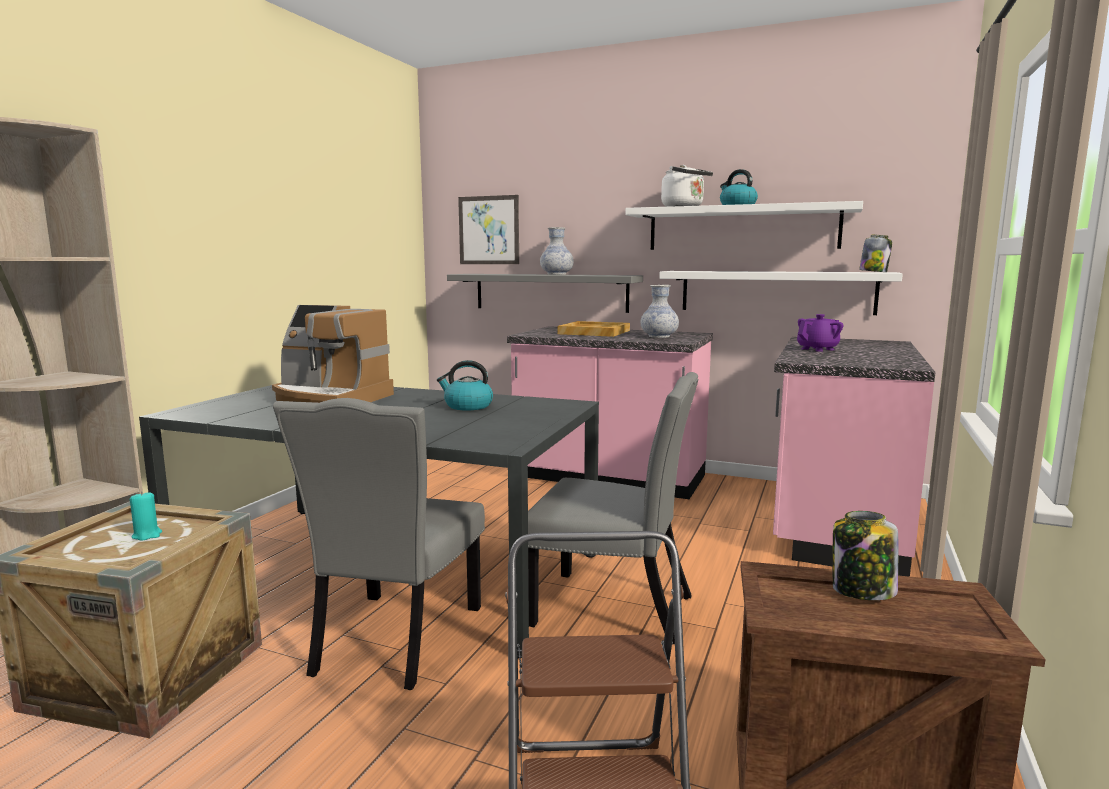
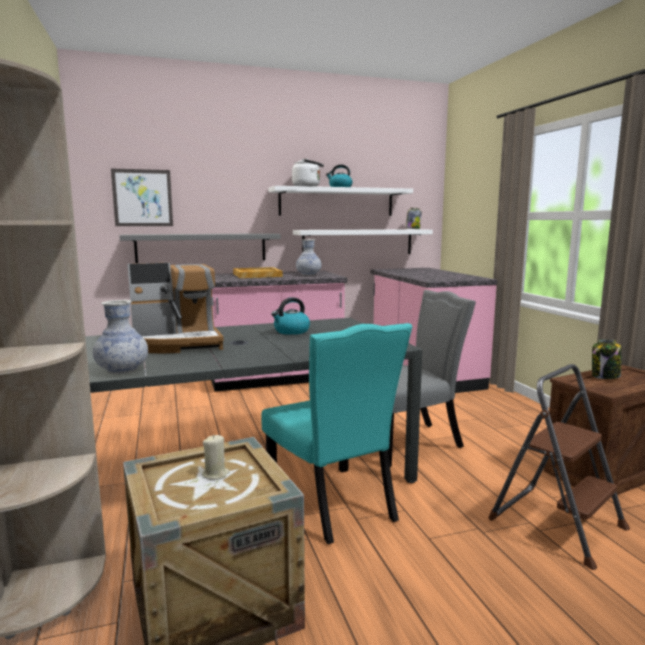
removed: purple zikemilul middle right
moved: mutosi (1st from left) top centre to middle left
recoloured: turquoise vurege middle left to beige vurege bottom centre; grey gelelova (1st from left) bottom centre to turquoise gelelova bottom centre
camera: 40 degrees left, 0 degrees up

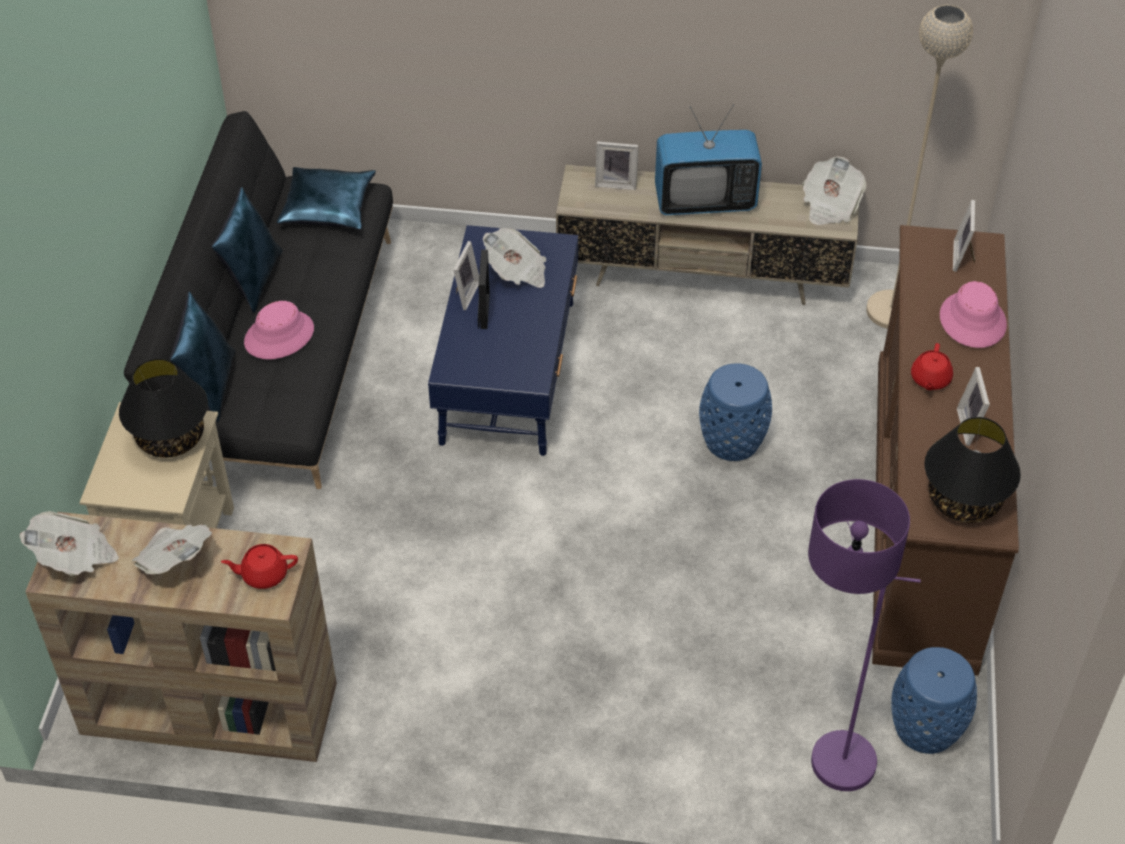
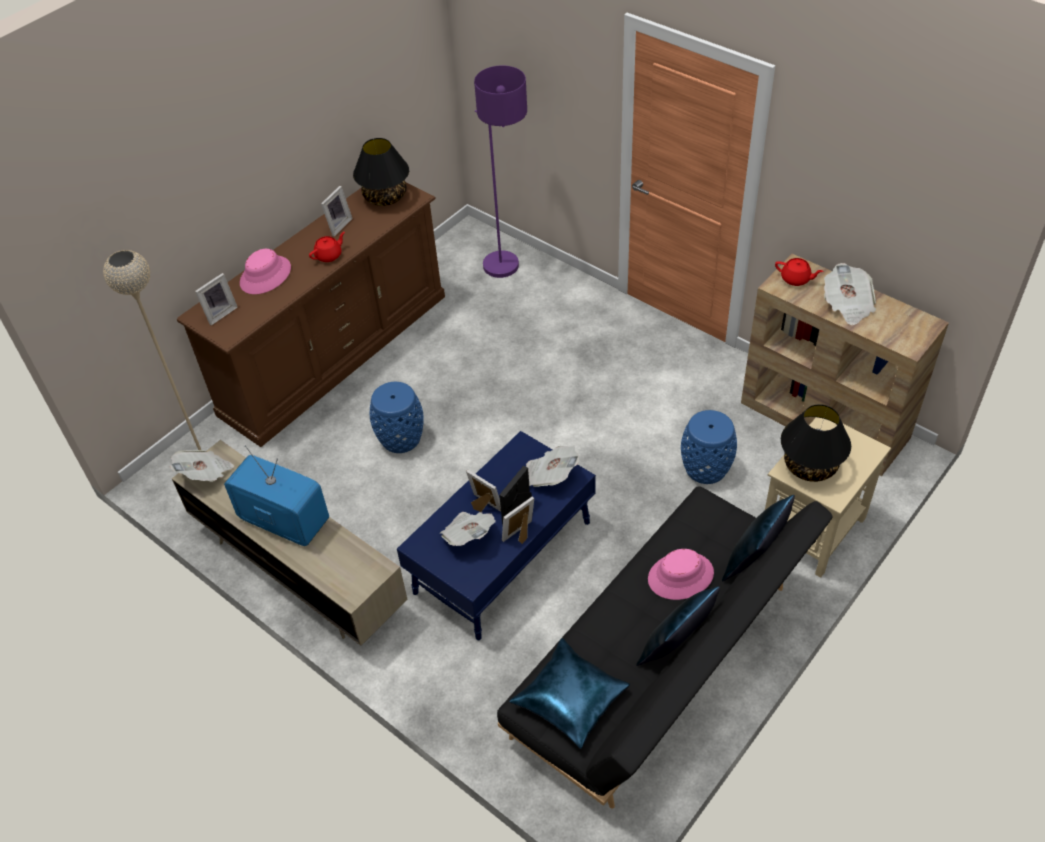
moved: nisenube (1st from left in the first image) middle left to nisenube (3rd from left) centre; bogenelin (3rd from left) top centre to centre; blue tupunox (2nd from left) bottom right to middle right
camera: 145 degrees left, 0 degrees up

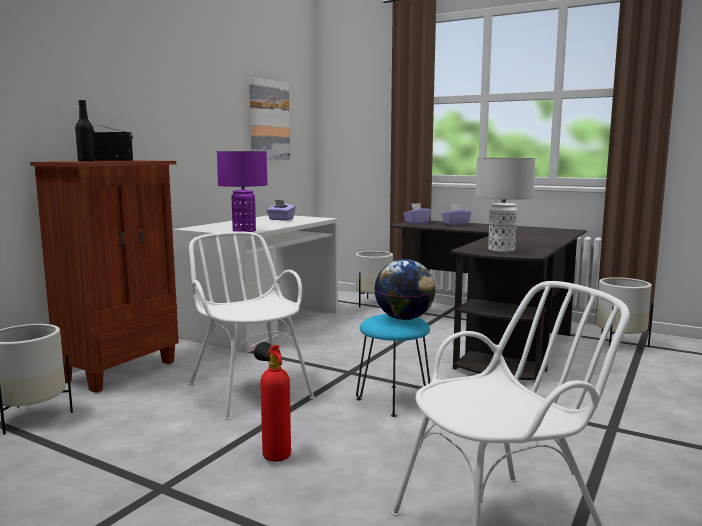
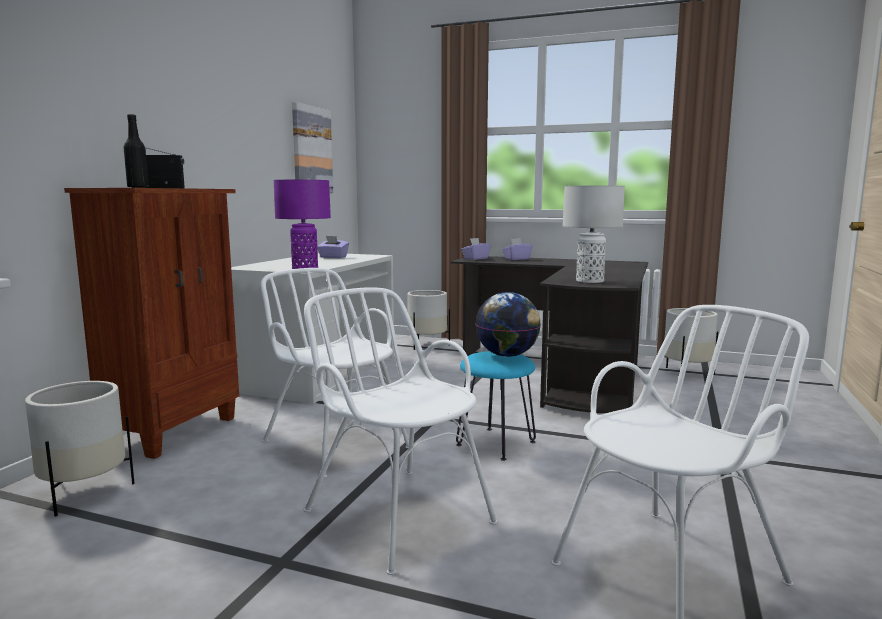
replaced: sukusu bottom centre to white gelelova (2nd from left) bottom centre
camera: 10 degrees left, 0 degrees up

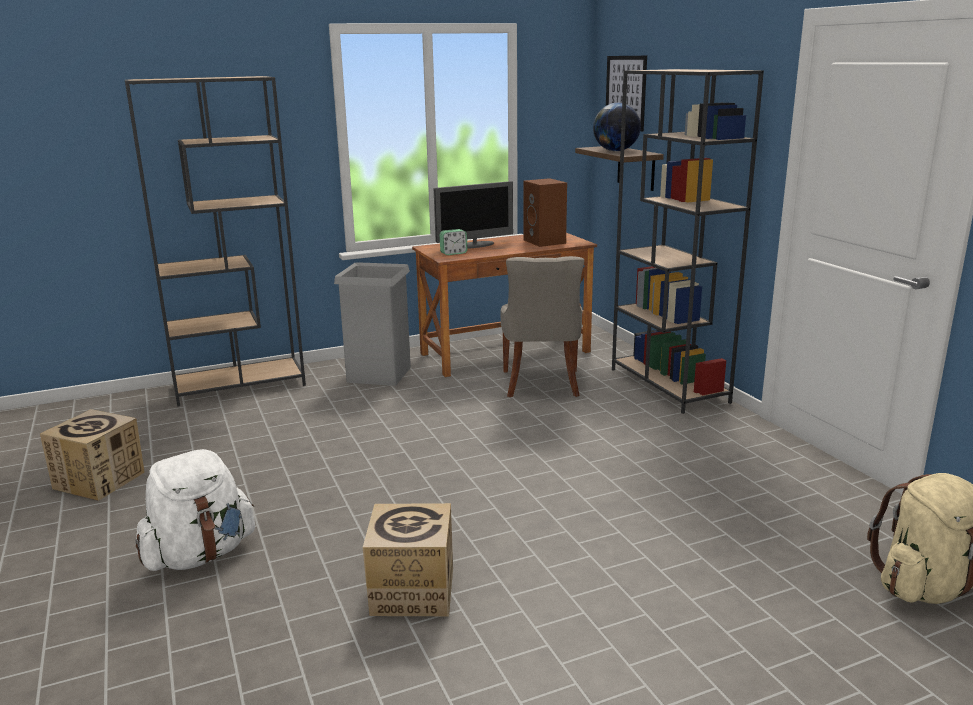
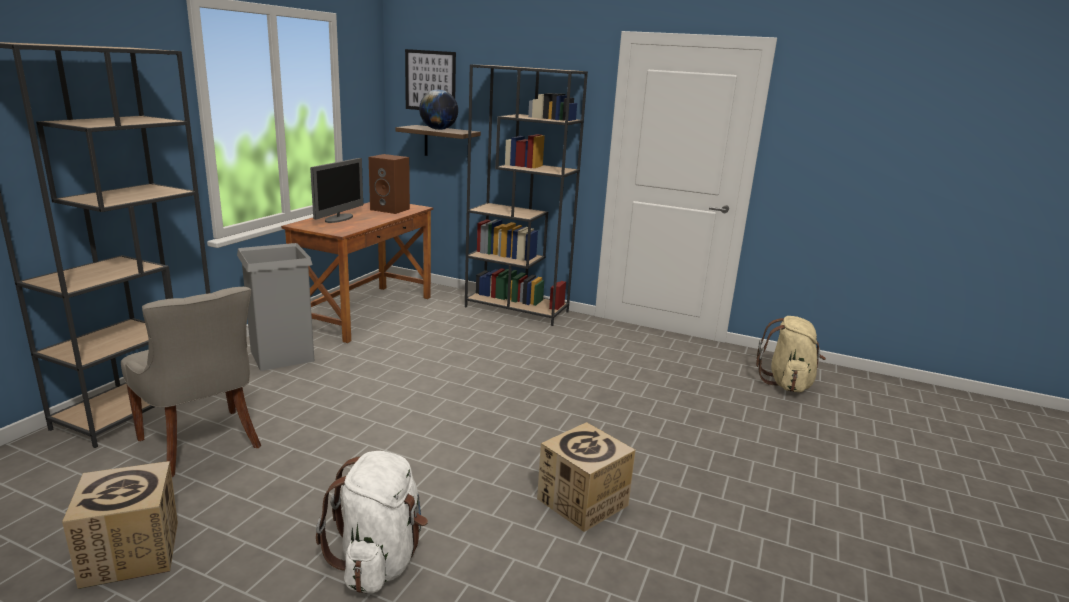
removed: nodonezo centre
moved: grey gelelova centre to middle left
camera: 45 degrees left, 0 degrees up

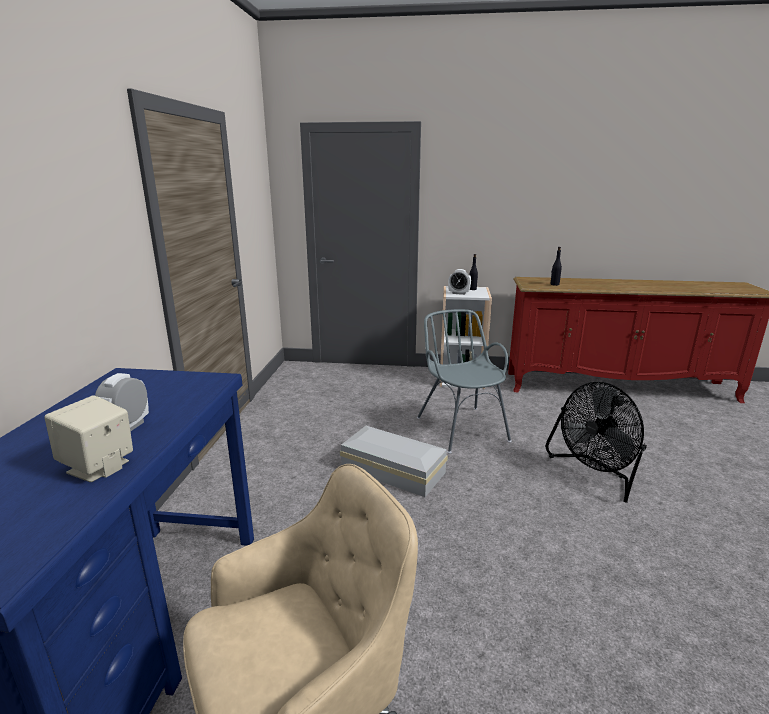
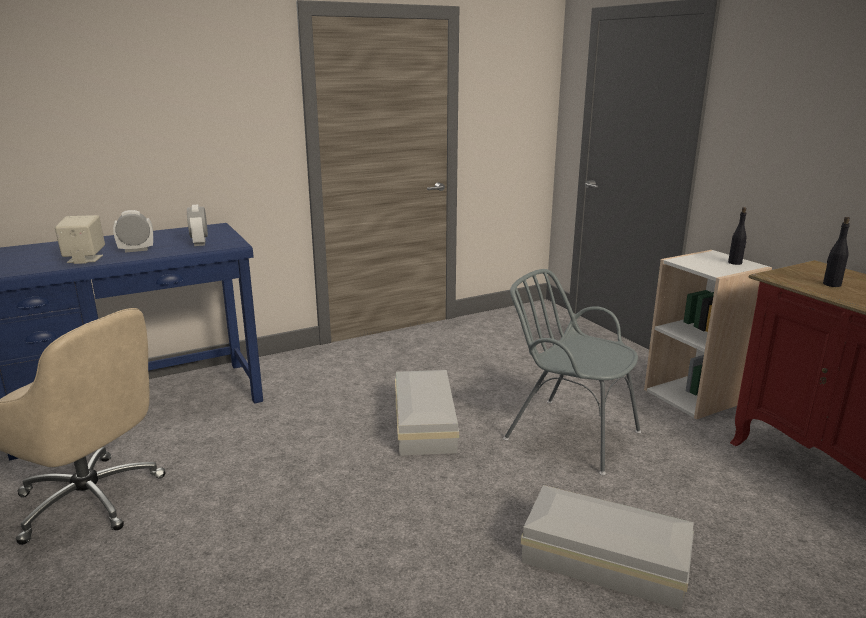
moved: nodonezo (2nd from left) centre to middle left
replaced: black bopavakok middle right to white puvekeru (2nd from left) bottom right
turned: grey gelelova centre = centre 90 degrees counterclockwise
camera: 55 degrees right, 0 degrees up

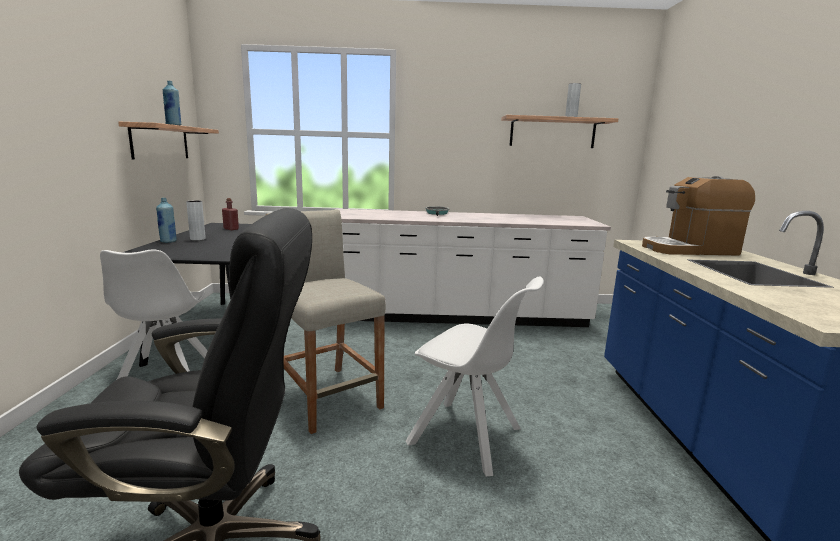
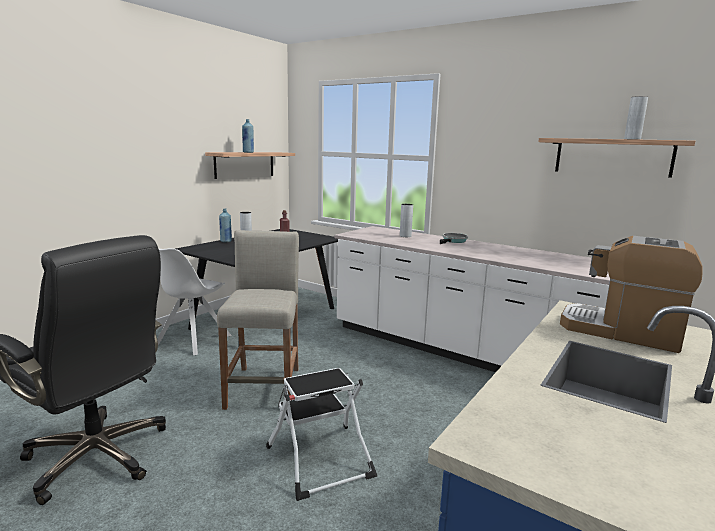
added: grey mutosi (2nd from left) centre
replaced: white gelelova (2nd from left) bottom centre to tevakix bottom centre
camera: 35 degrees right, 0 degrees up

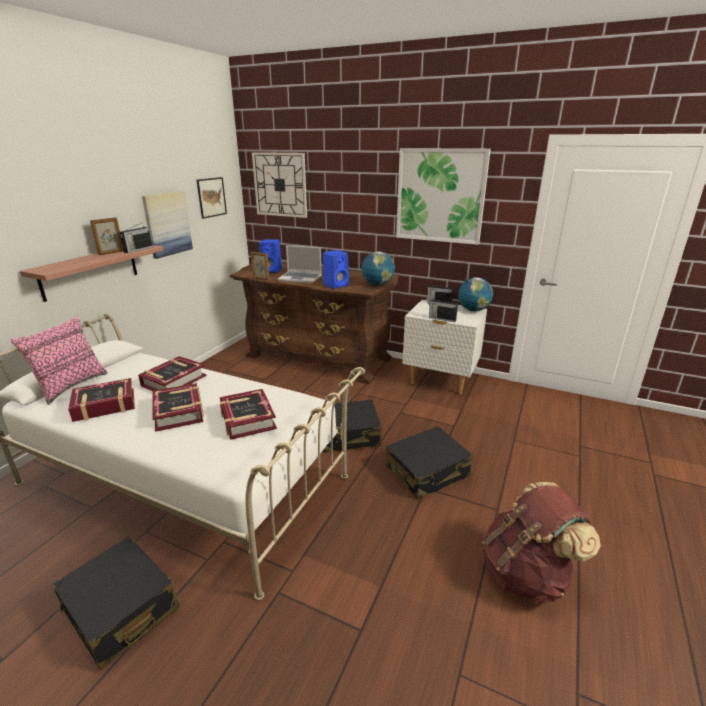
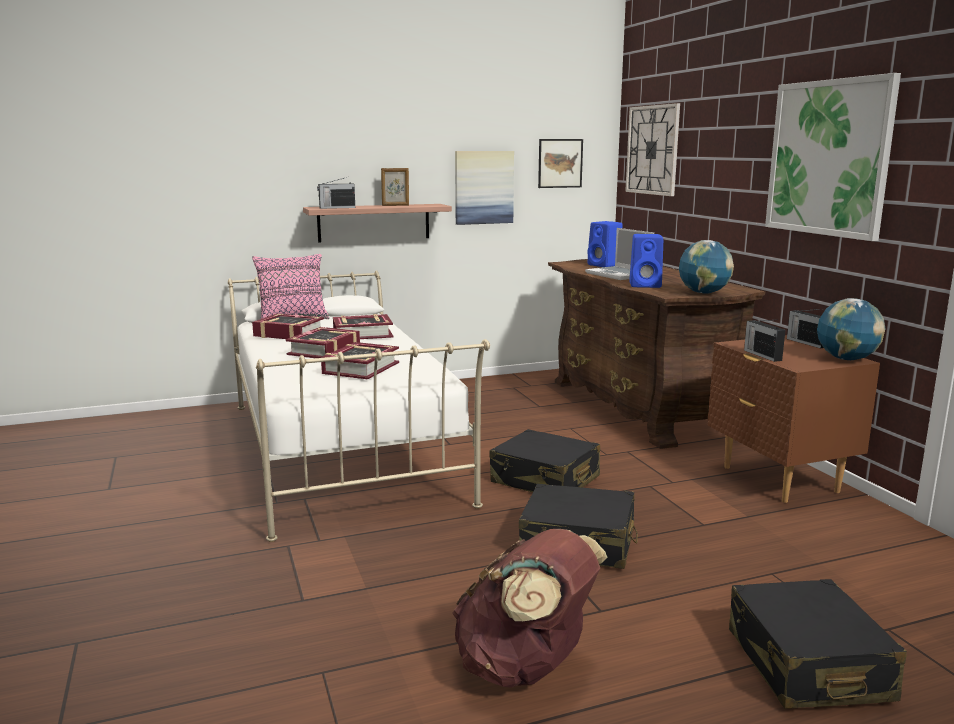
removed: bogenelin (2nd from left) centre
moved: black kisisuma (1st from left in the first image) bottom left to black kisisuma (3rd from left) bottom right; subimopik (1st from left) middle left to top centre
recoloured: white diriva centre to brown diriva middle right
camera: 45 degrees right, 10 degrees down

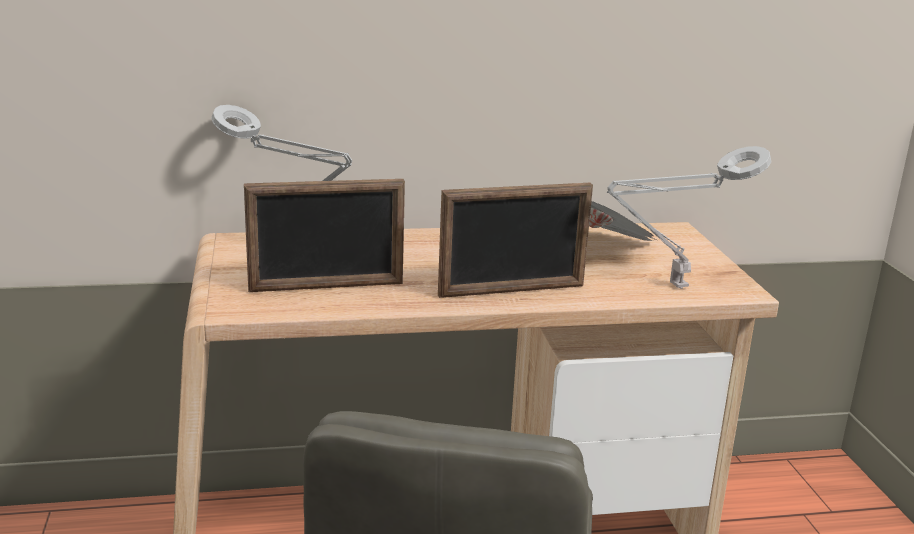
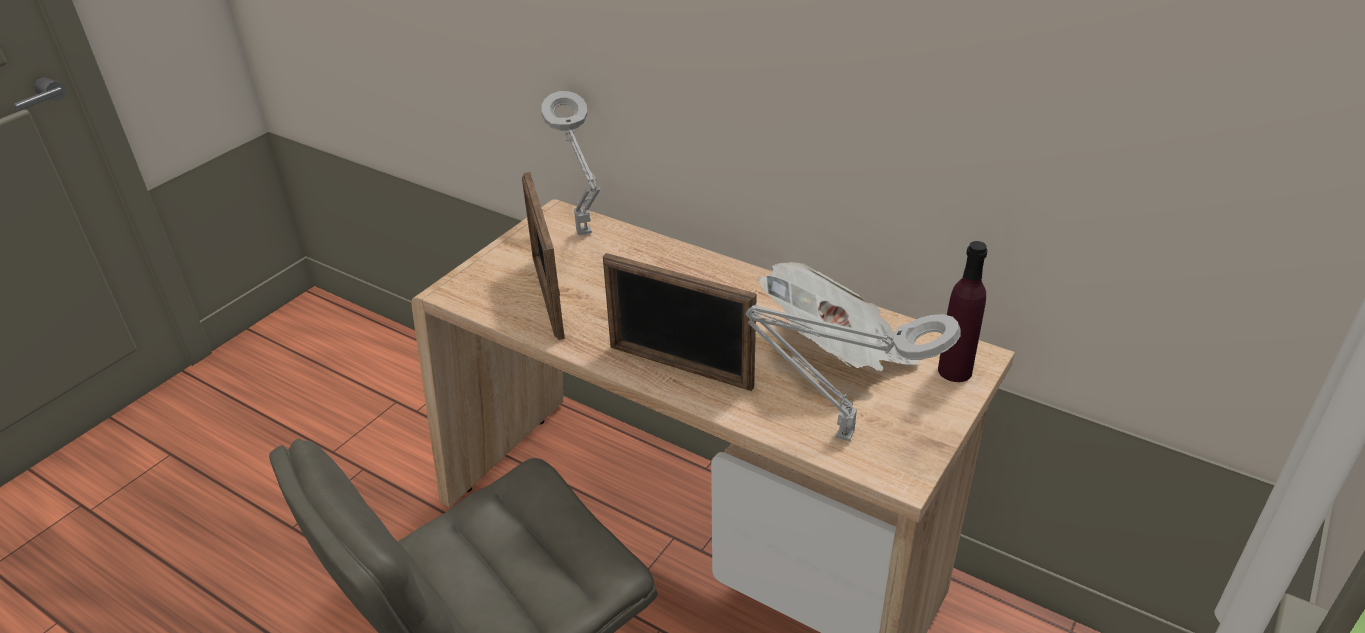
added: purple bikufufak middle right
turned: bogenelin (1st from left) centre = centre 45 degrees clockwise
camera: 45 degrees right, 15 degrees up

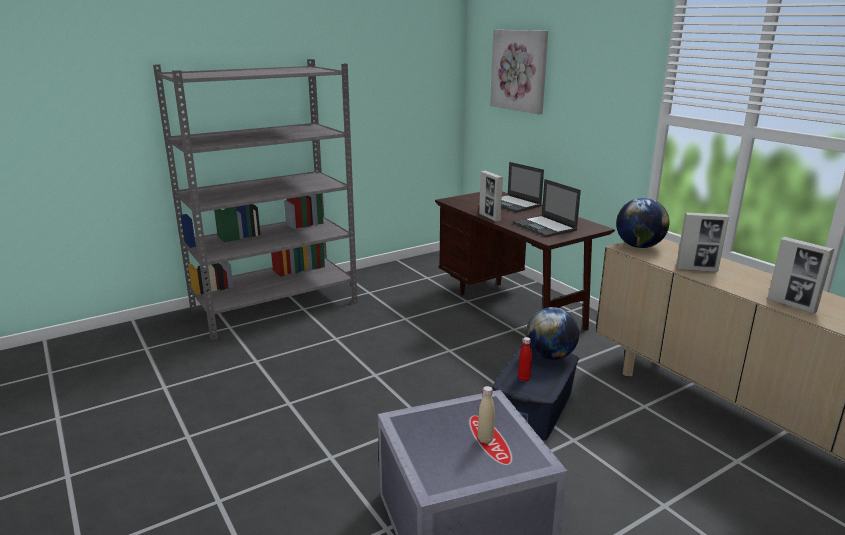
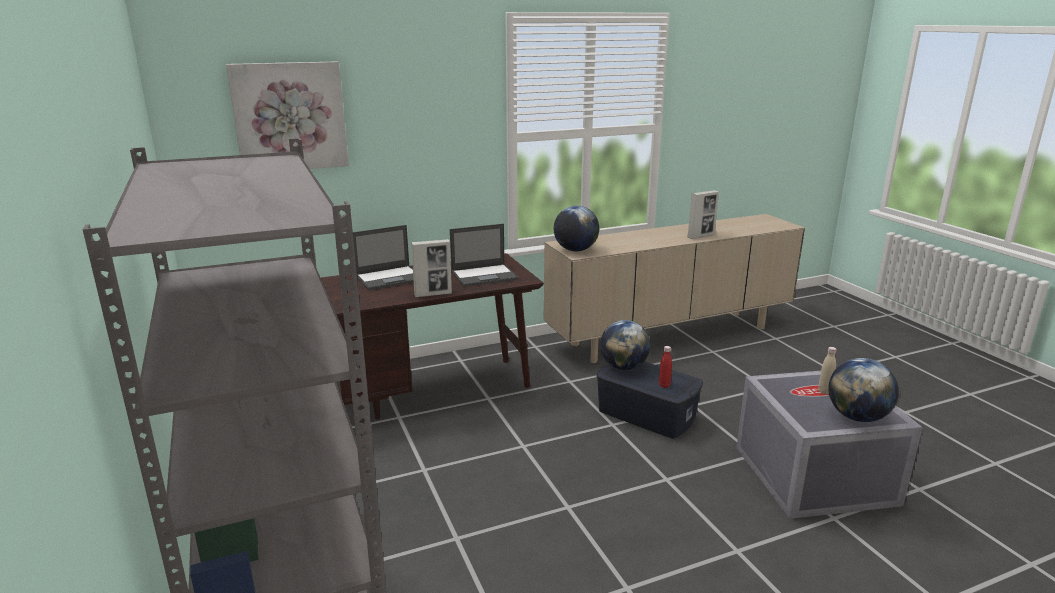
removed: bogenelin (2nd from left) middle right
added: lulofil (3rd from left) middle right
camera: 80 degrees left, 0 degrees up

